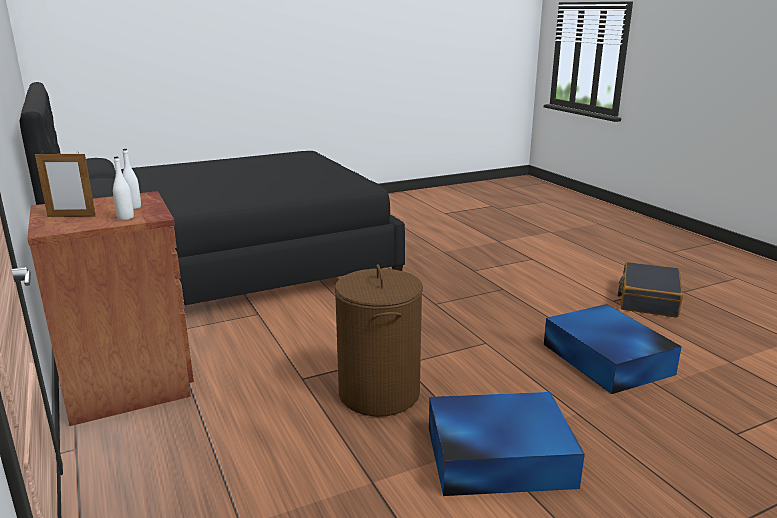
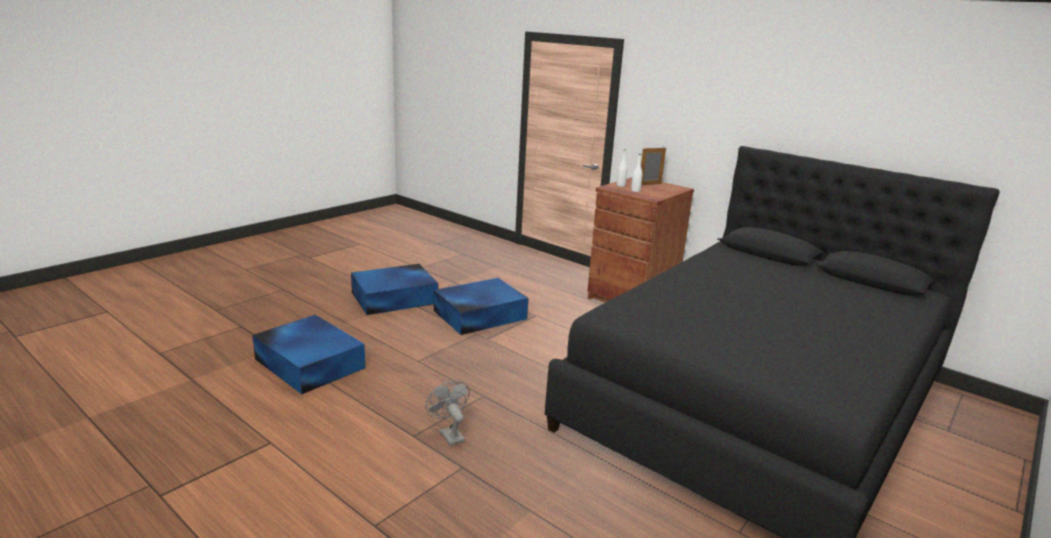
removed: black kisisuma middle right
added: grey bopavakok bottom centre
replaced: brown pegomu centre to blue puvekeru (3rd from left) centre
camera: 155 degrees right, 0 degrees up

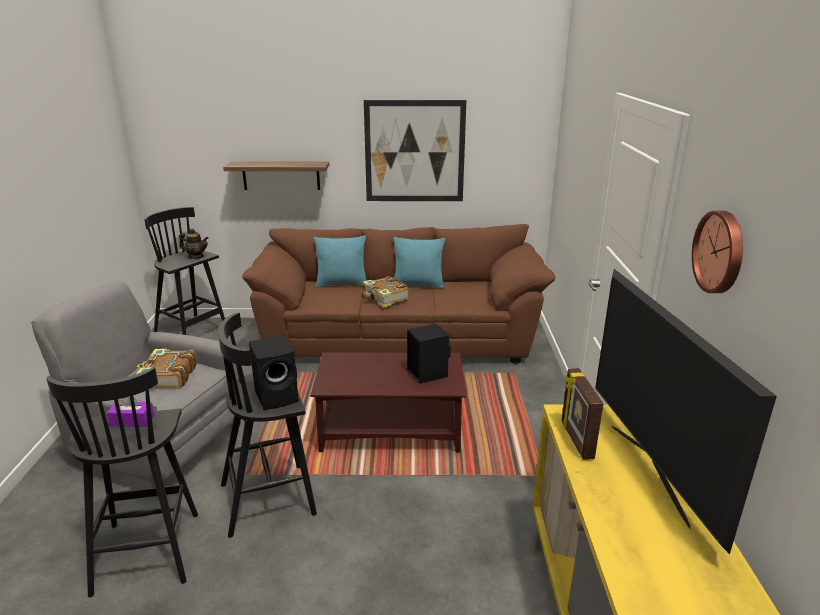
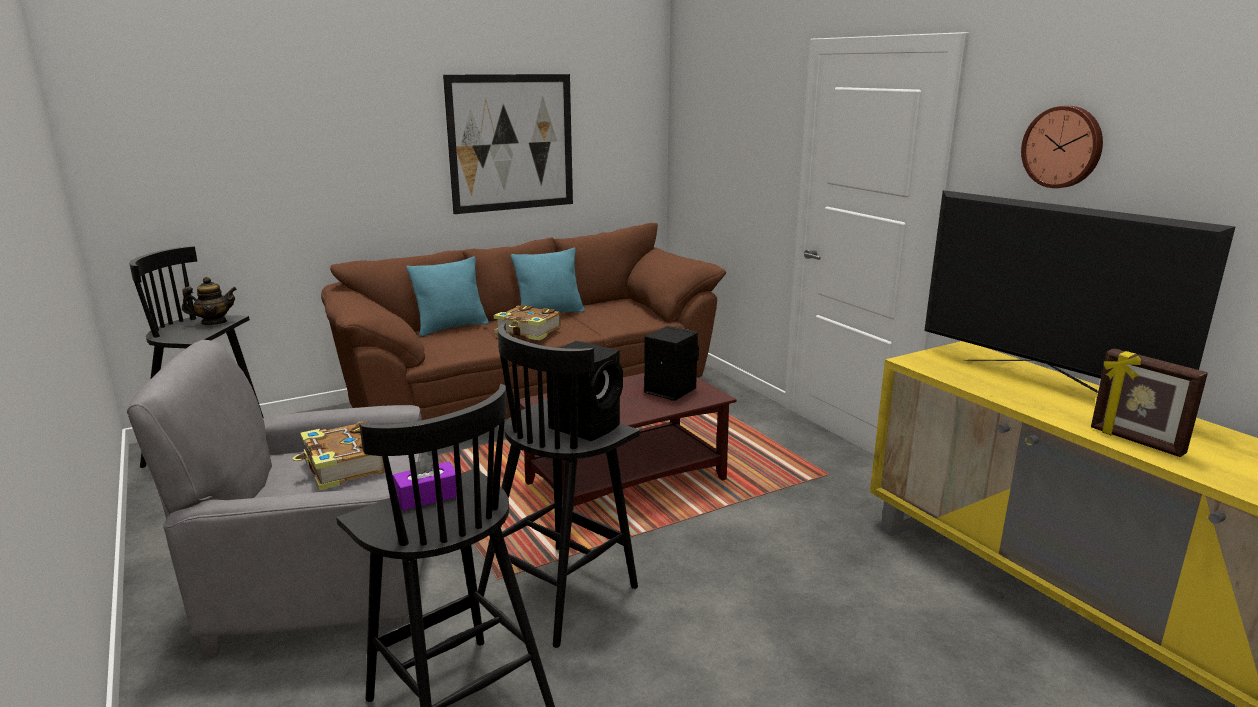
removed: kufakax top centre
moved: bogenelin bottom right to middle right
camera: 30 degrees left, 5 degrees down

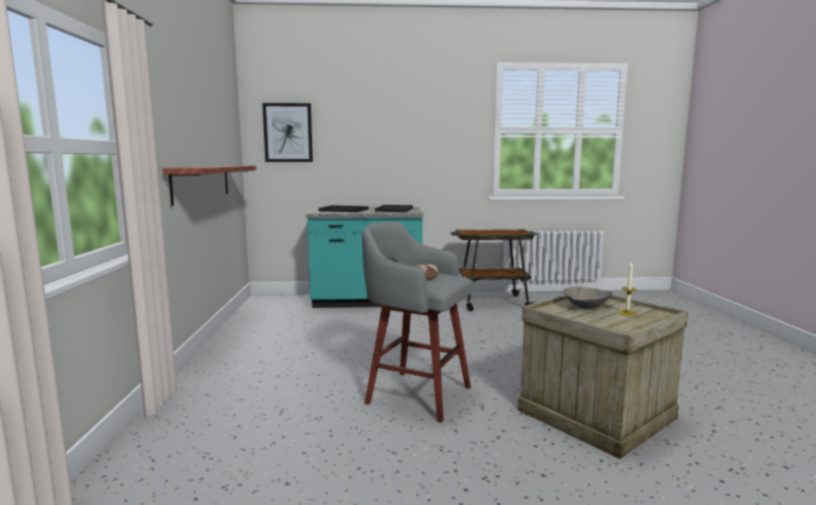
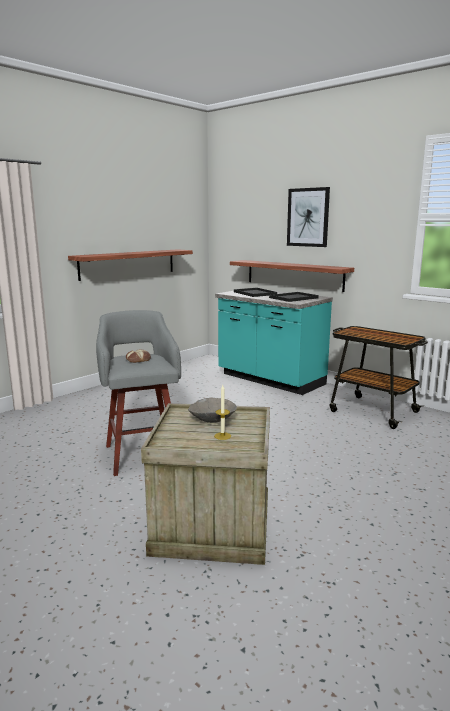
added: kufakax (2nd from left) centre
moved: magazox top centre to top right
camera: 45 degrees right, 5 degrees up

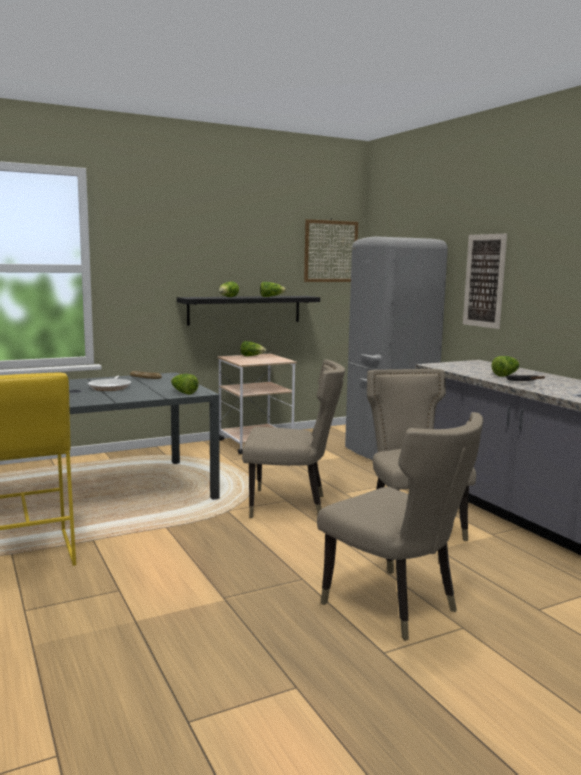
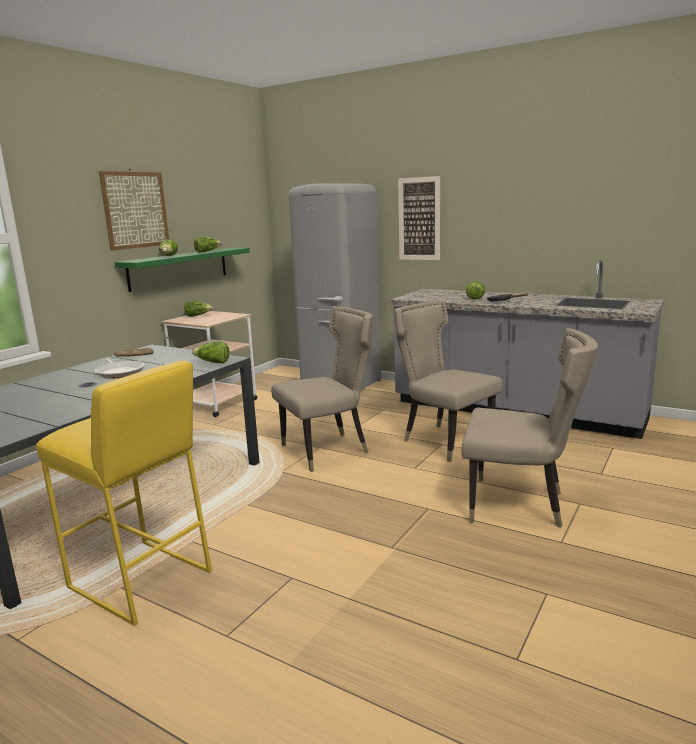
moved: magazox (1st from left) top centre to top left
recoloured: black kufakax centre to green kufakax middle left
camera: 30 degrees left, 5 degrees up

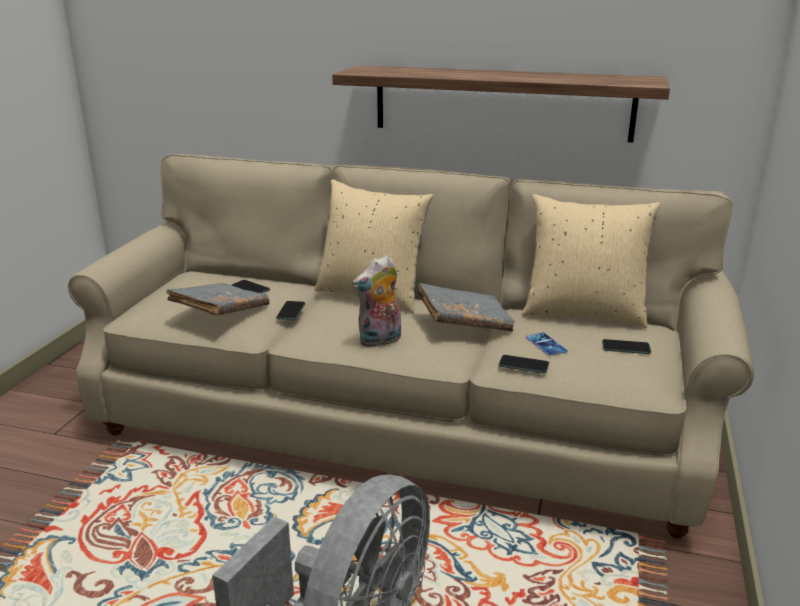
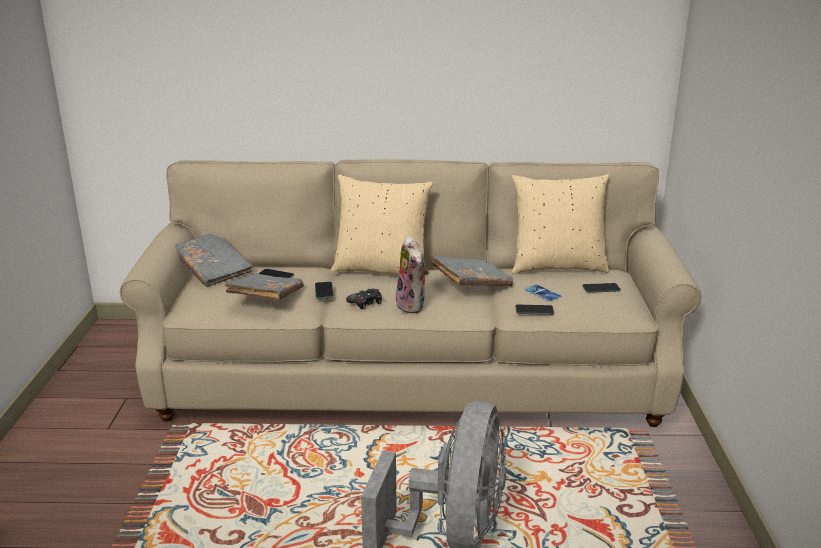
removed: kufakax top centre
added: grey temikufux (1st from left) middle left; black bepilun centre
turned: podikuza centre = centre 60 degrees counterclockwise
camera: 15 degrees left, 0 degrees up

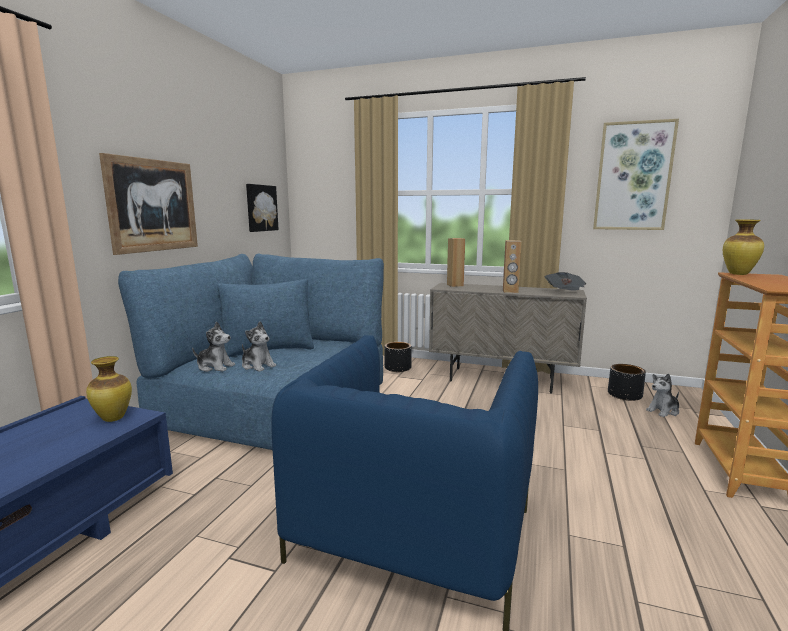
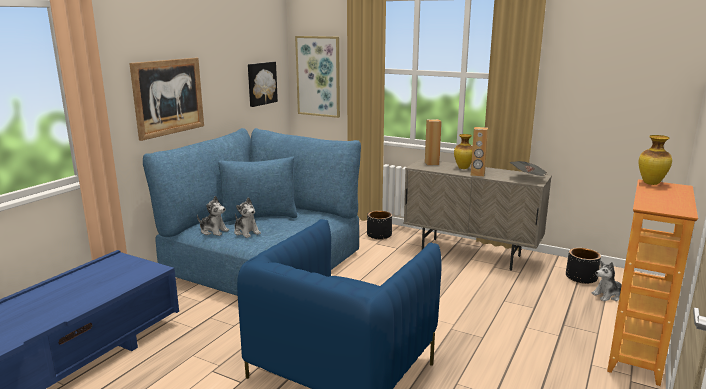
moved: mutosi (1st from left) middle left to centre; magazox (3rd from left) top right to top centre
camera: 10 degrees right, 5 degrees up

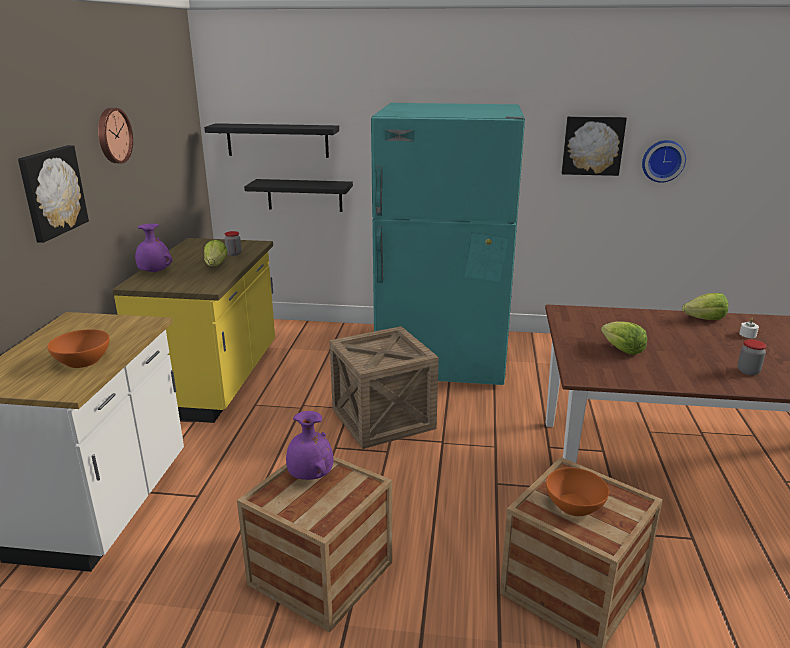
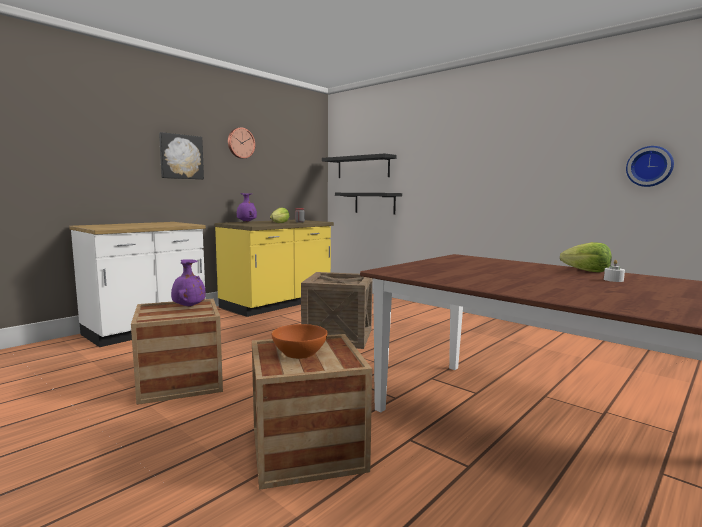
removed: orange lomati (1st from left) middle left; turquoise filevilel centre; magazox (2nd from left) top right; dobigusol (2nd from left) middle right; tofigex (2nd from left) middle right
camera: 35 degrees right, 15 degrees down

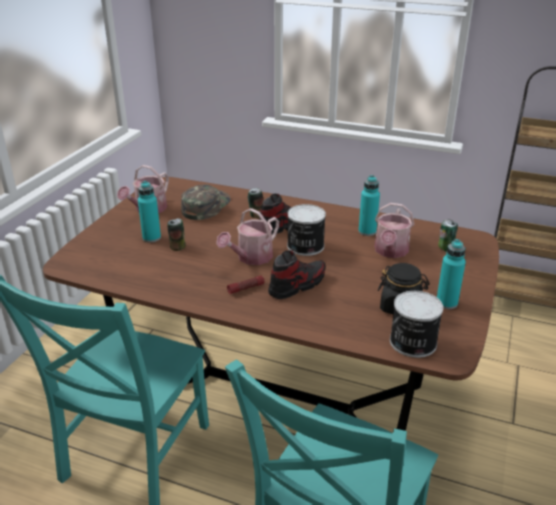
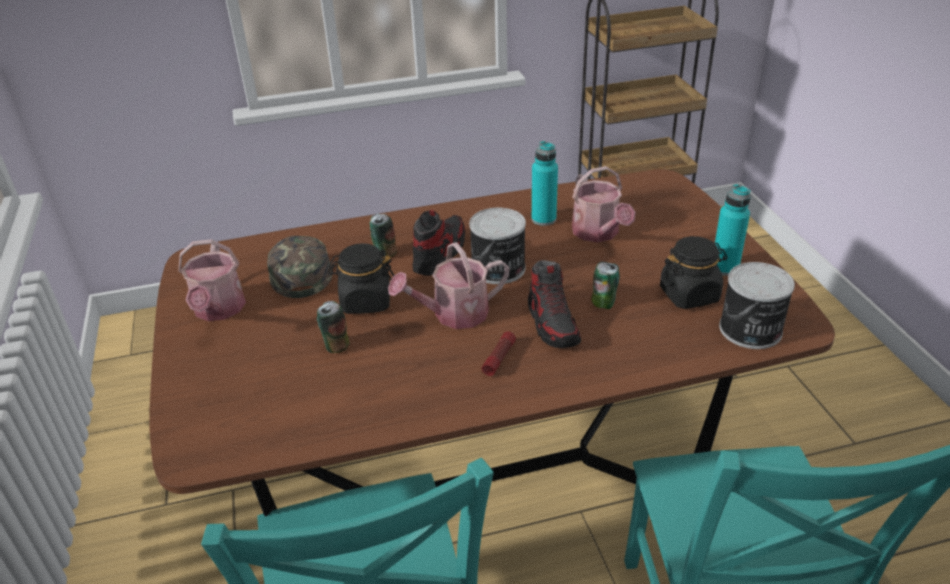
removed: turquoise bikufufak (1st from left) middle left
added: black tofigex (1st from left) centre
moved: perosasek (5th from left in the first image) middle right to perosasek (4th from left) centre
turned: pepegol (2nd from left) centre = centre 60 degrees clockwise; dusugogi (2nd from left) centre = centre 150 degrees clockwise
camera: 35 degrees left, 5 degrees up

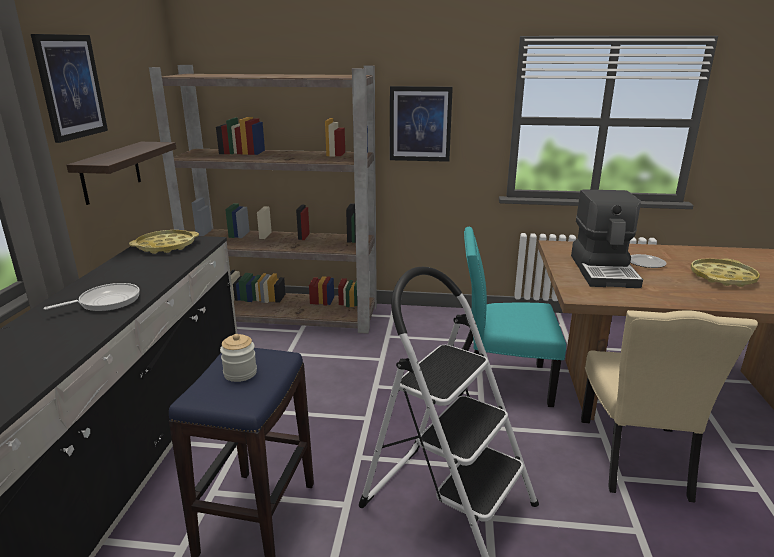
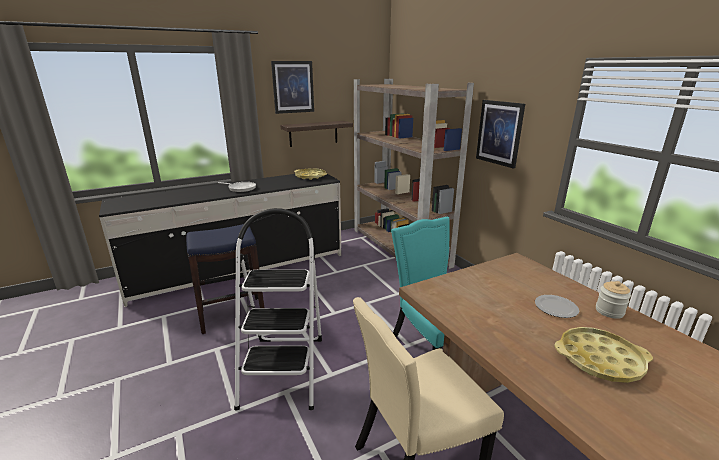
removed: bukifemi middle right
moved: tofigex middle left to middle right
camera: 55 degrees right, 0 degrees up

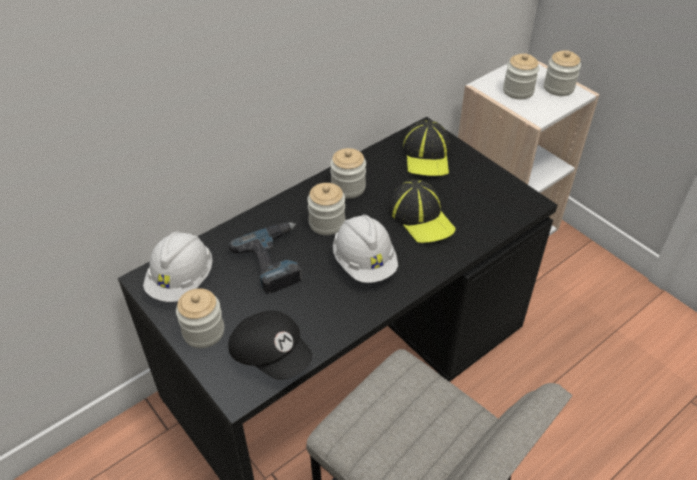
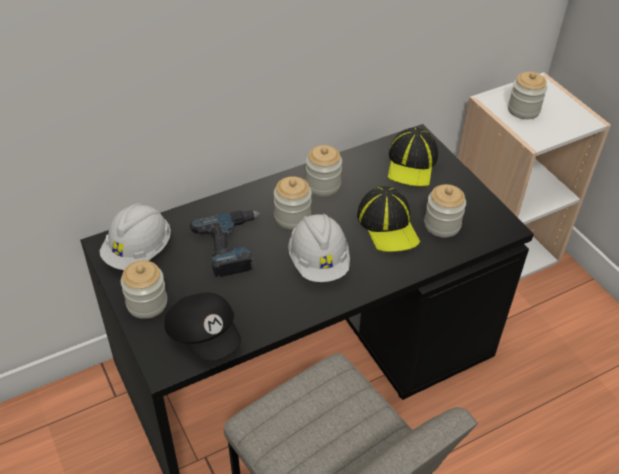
moved: tofigex (5th from left in the first image) top right to tofigex (4th from left) middle right
camera: 10 degrees right, 0 degrees up

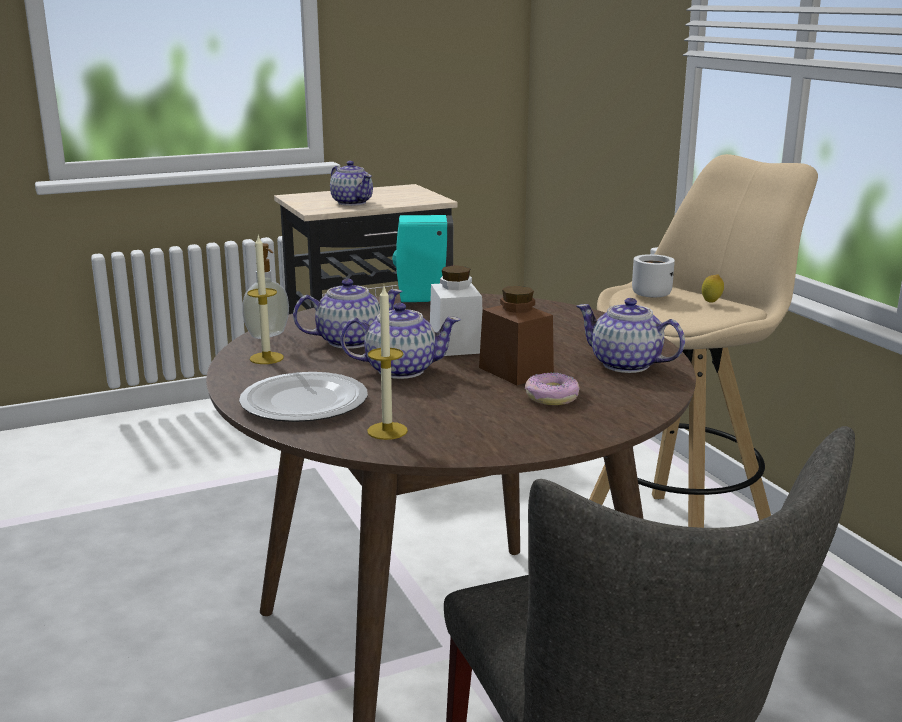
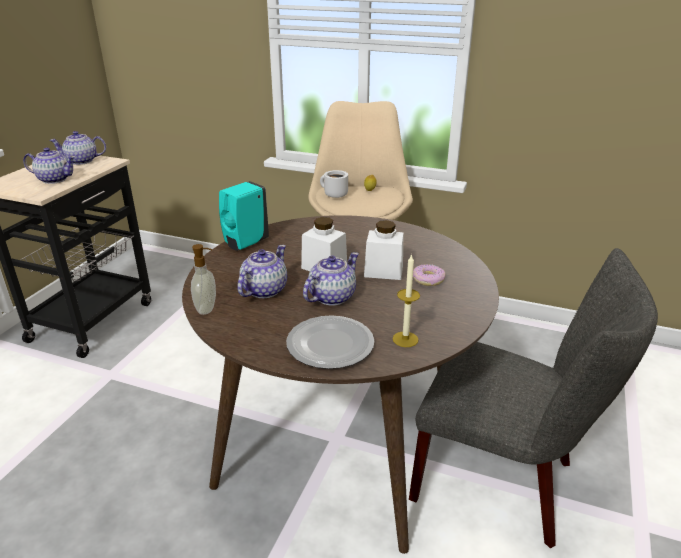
removed: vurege (1st from left) middle left
moved: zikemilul (4th from left in the first image) middle right to zikemilul (2nd from left) top left
recoloured: brown tofigex centre to white tofigex (2nd from left) centre
camera: 45 degrees left, 10 degrees up

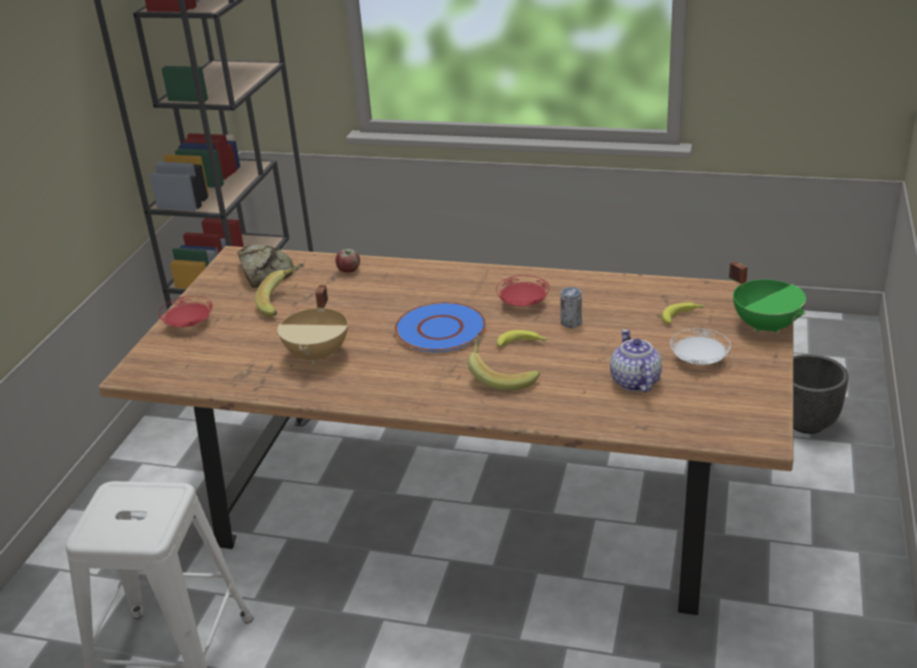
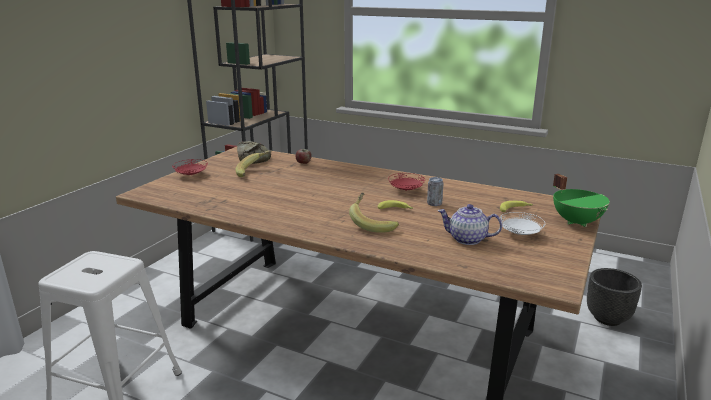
removed: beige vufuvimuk centre; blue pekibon centre
turned: zikemilul middle right = centre 75 degrees counterclockwise
camera: 10 degrees right, 10 degrees down

